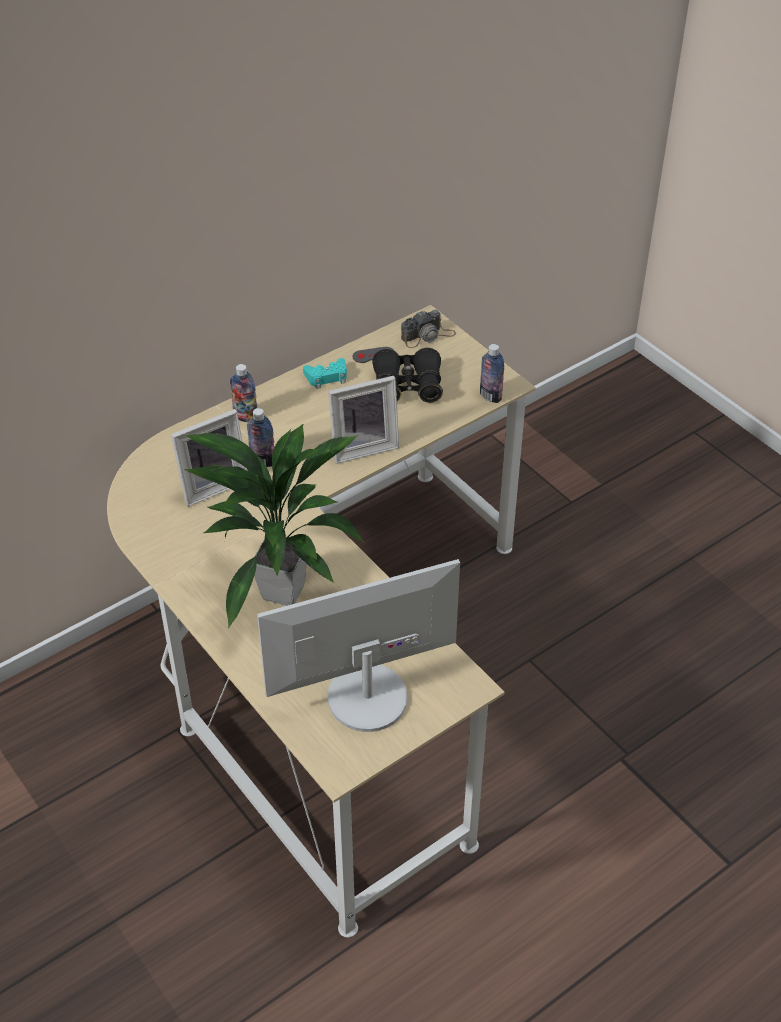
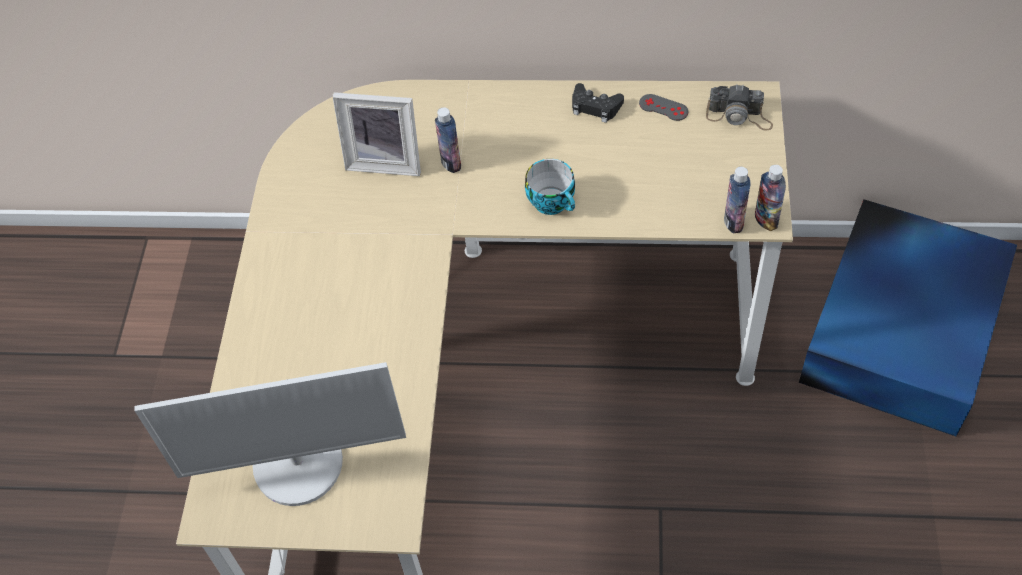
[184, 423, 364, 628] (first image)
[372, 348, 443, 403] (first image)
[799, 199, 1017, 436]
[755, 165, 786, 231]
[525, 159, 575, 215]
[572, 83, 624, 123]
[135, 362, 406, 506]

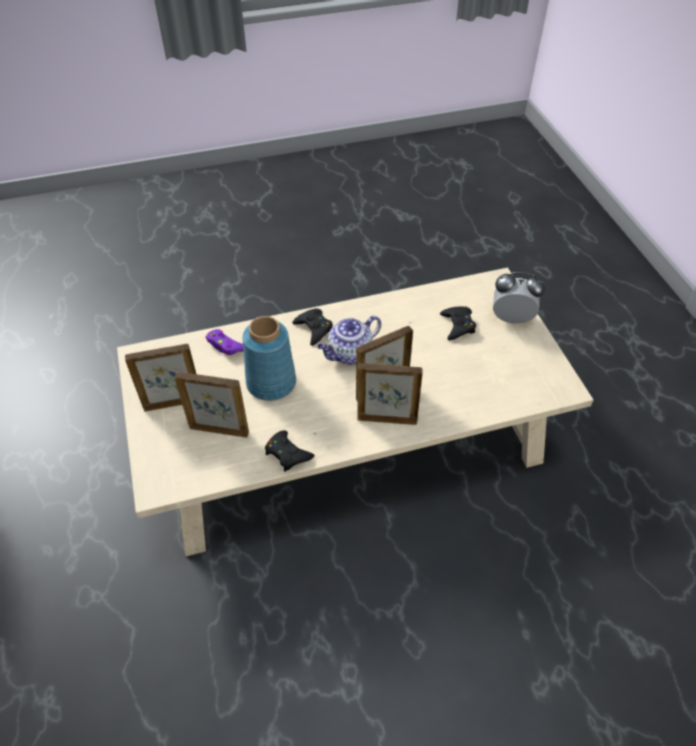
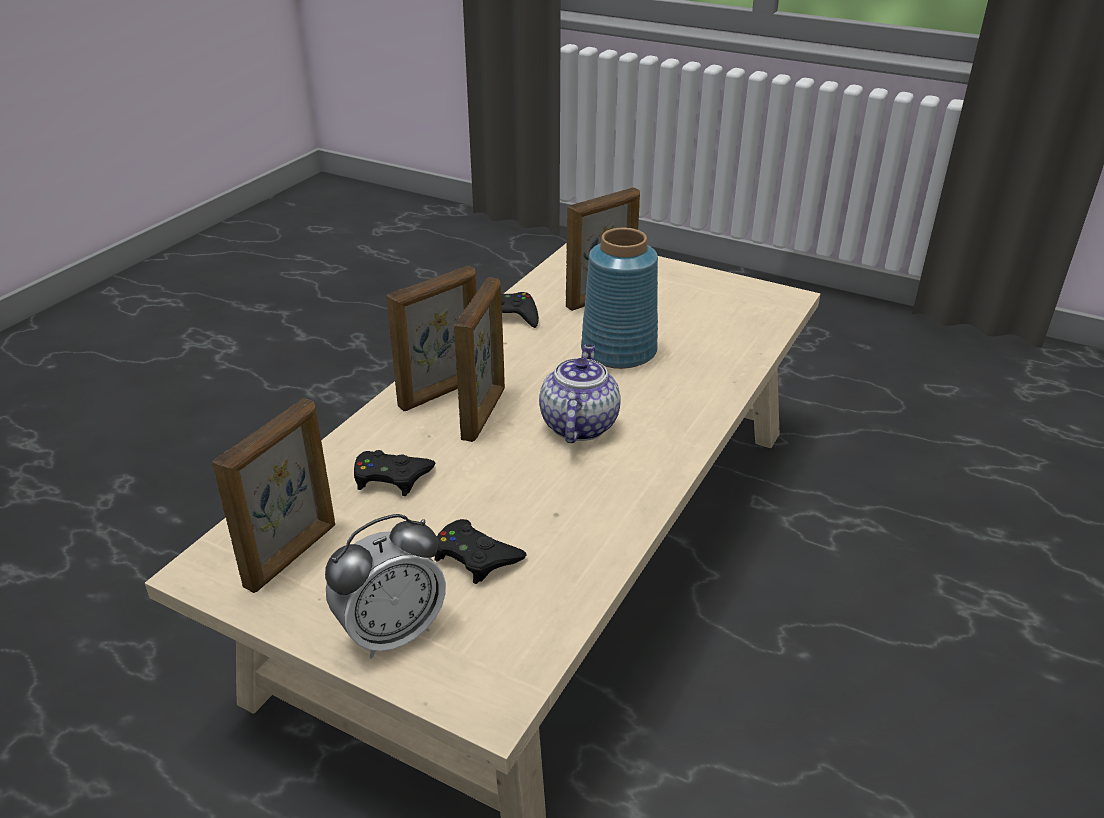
[206, 329, 244, 355] (first image)
[213, 398, 335, 593]
[354, 450, 435, 496]

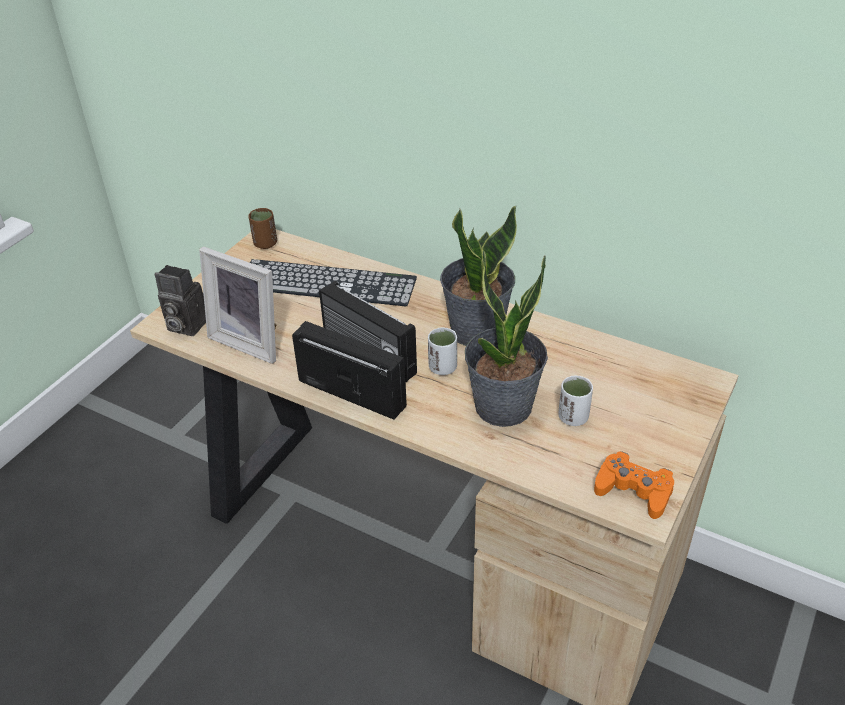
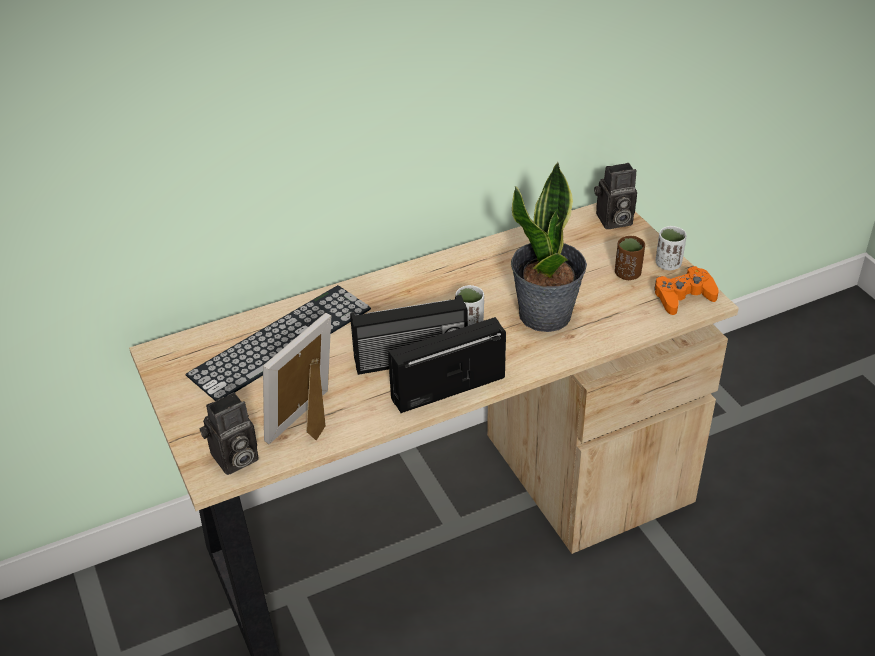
[440, 206, 517, 346] (first image)
[594, 163, 637, 229]
[615, 236, 645, 280]
[655, 226, 687, 270]
[263, 313, 331, 444]

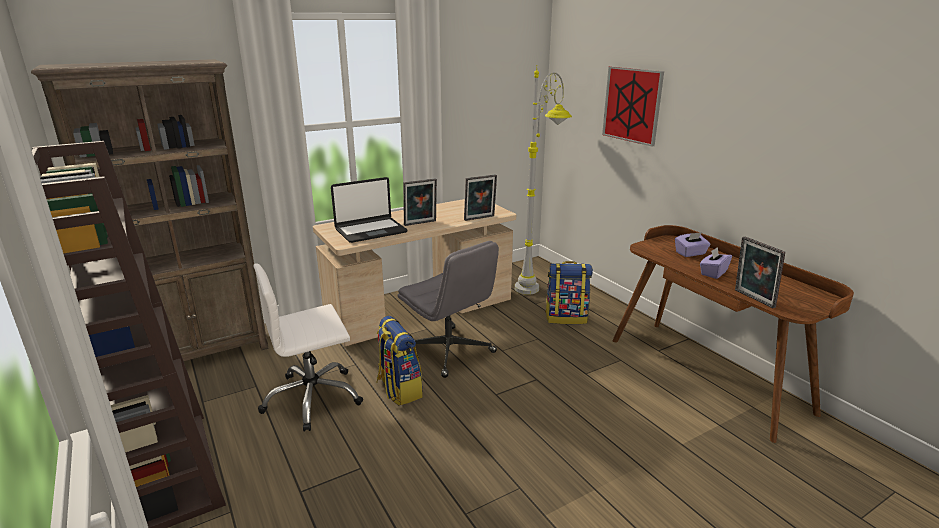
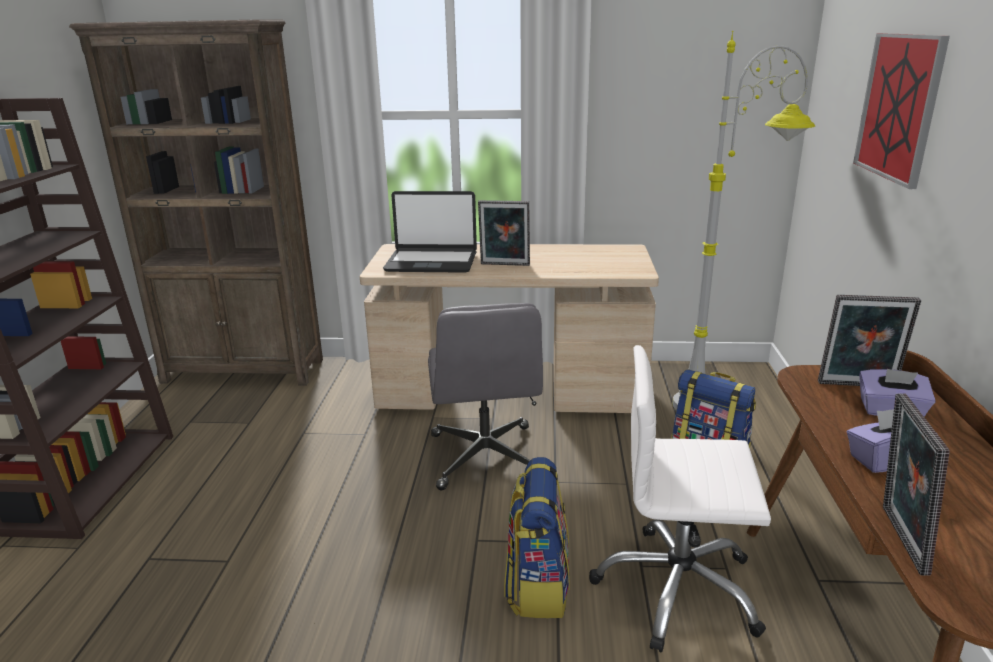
[589, 345, 771, 653]
[504, 457, 570, 618]
[818, 295, 921, 386]

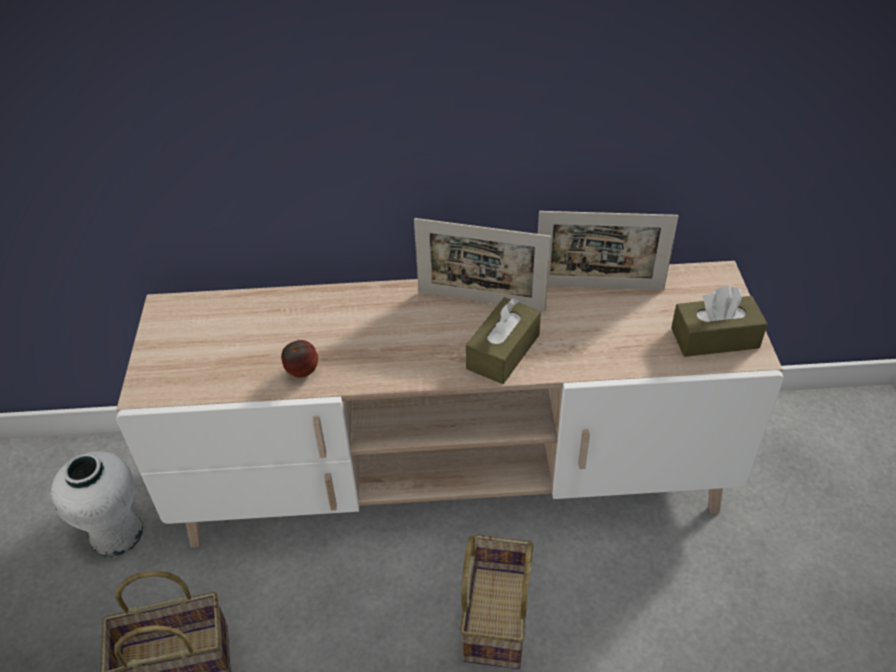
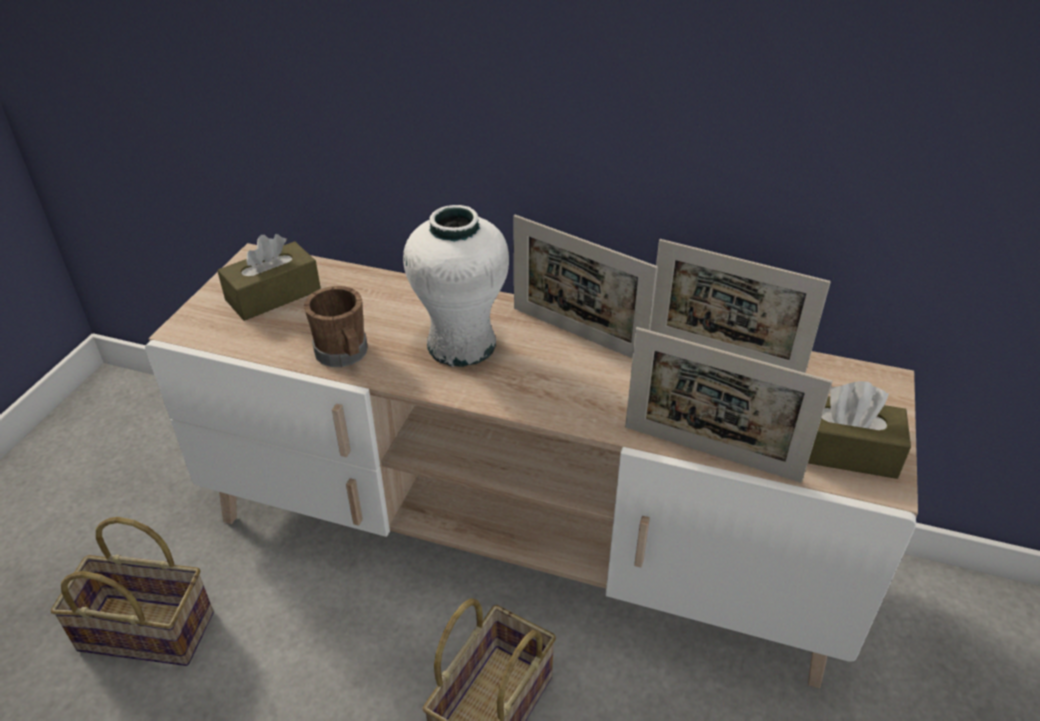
[625, 327, 833, 483]
[403, 205, 509, 367]
[217, 234, 321, 321]
[304, 286, 368, 367]

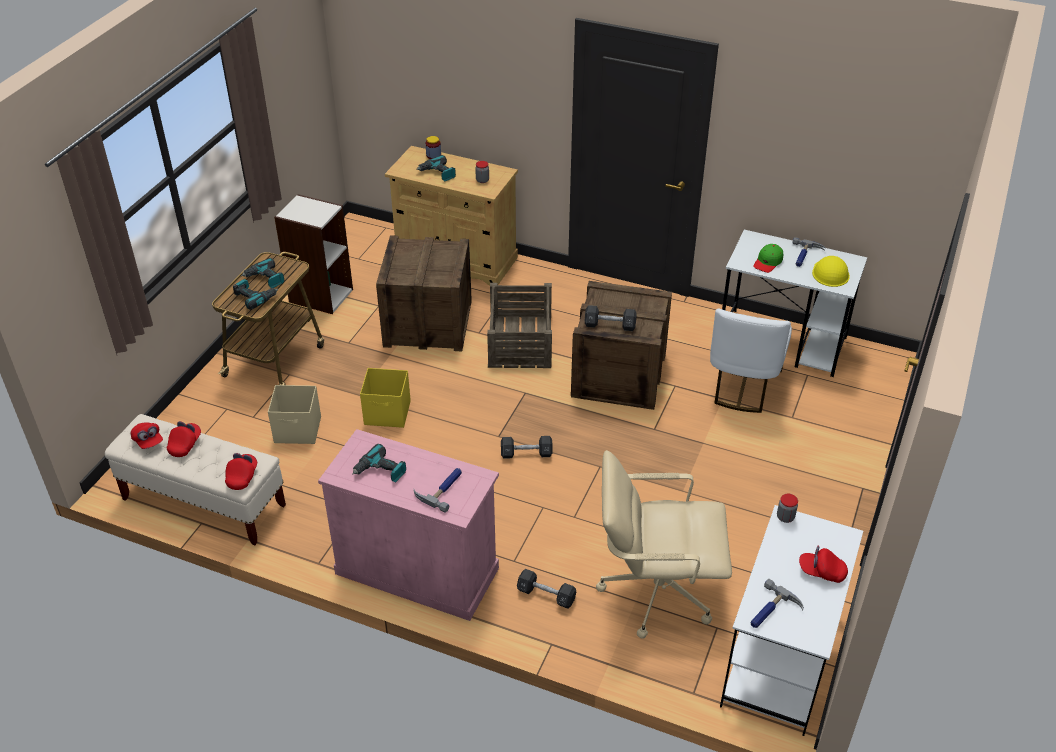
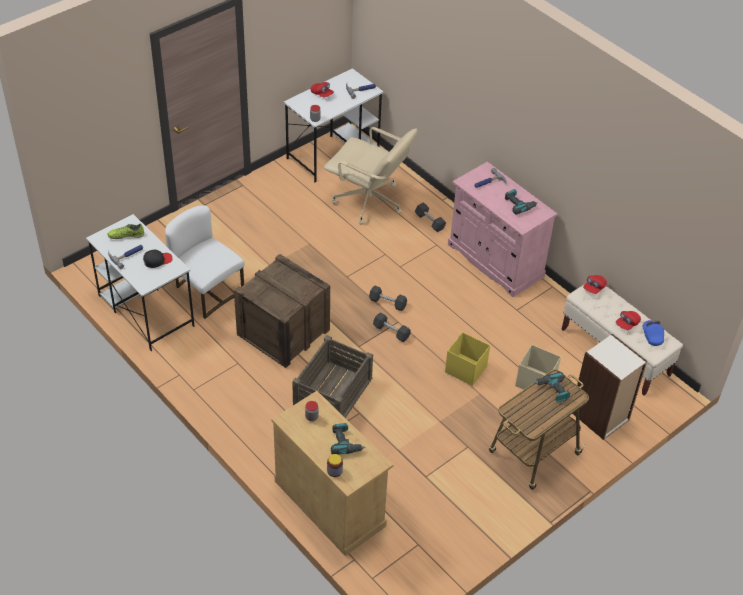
[241, 258, 284, 288] (first image)
[376, 235, 472, 351] (first image)
[573, 334, 647, 440]
[373, 312, 411, 342]
[107, 224, 144, 239]
[643, 320, 664, 346]
[143, 250, 172, 268]
[165, 205, 244, 319]

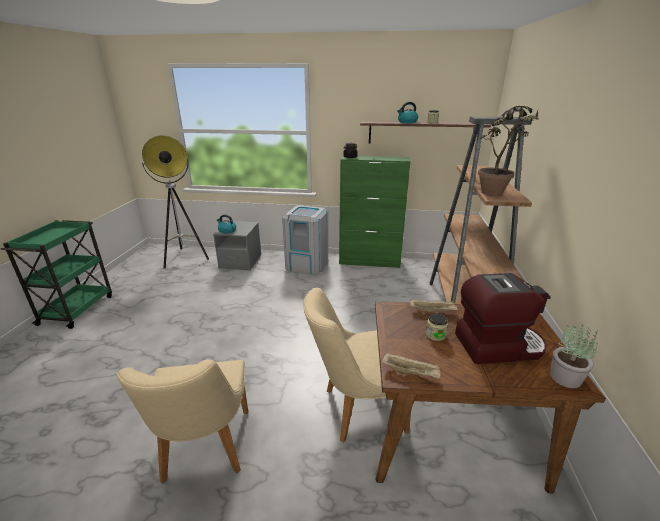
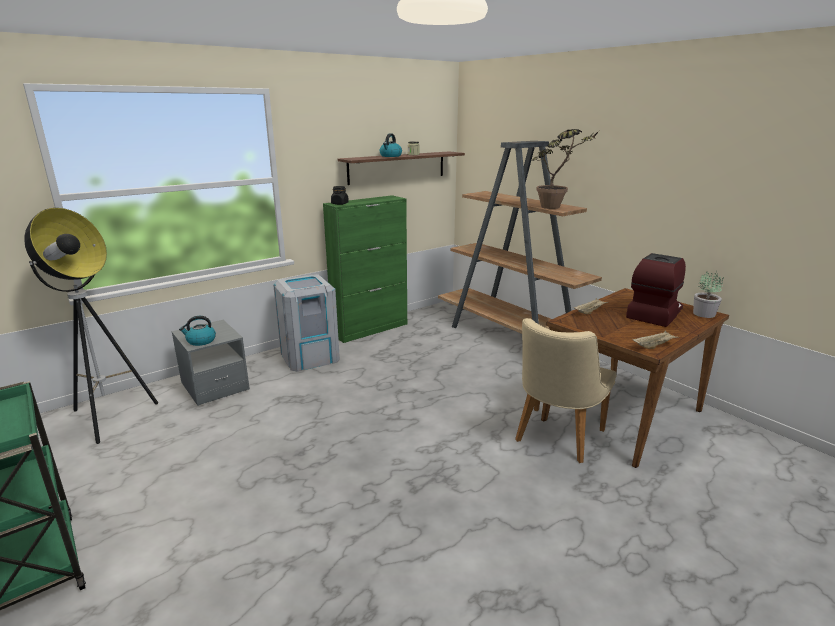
[117, 359, 248, 484] (first image)
[426, 313, 448, 341] (first image)

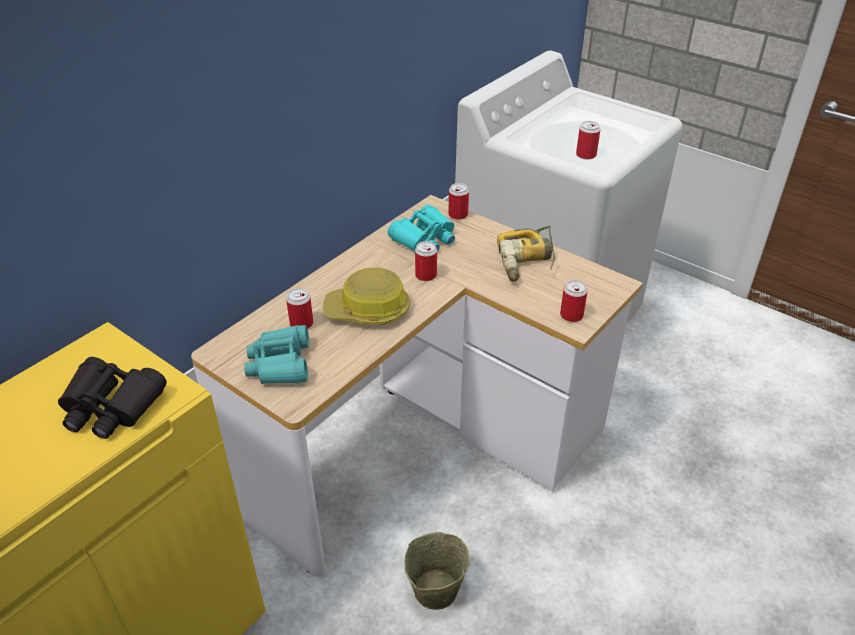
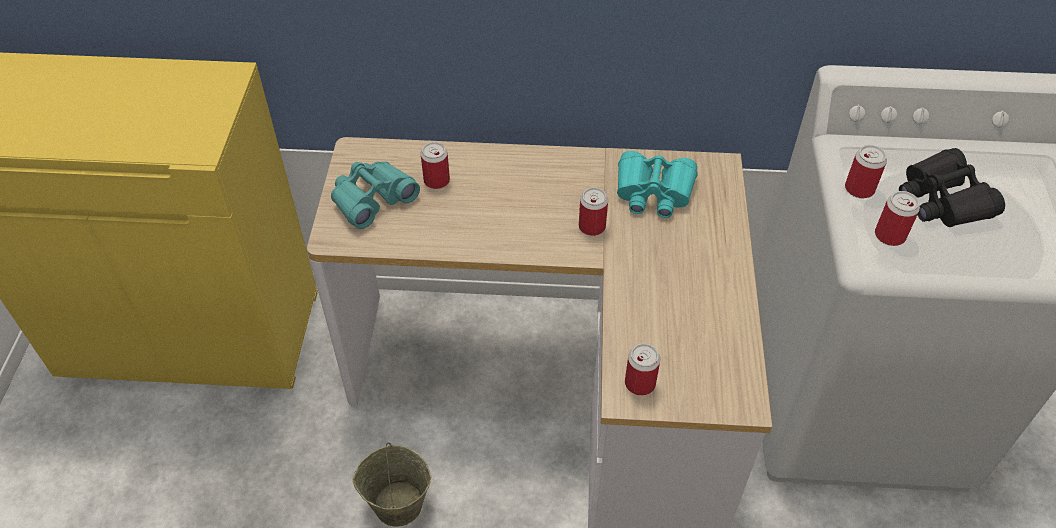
[323, 268, 410, 325] (first image)
[497, 225, 555, 281] (first image)
[899, 148, 1005, 227]
[845, 145, 887, 198]

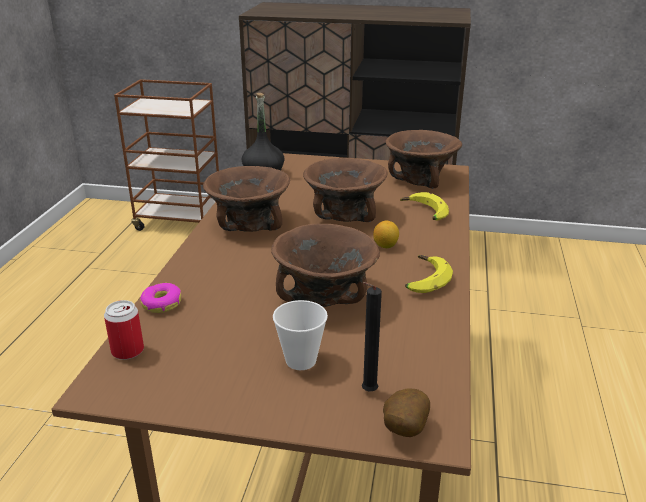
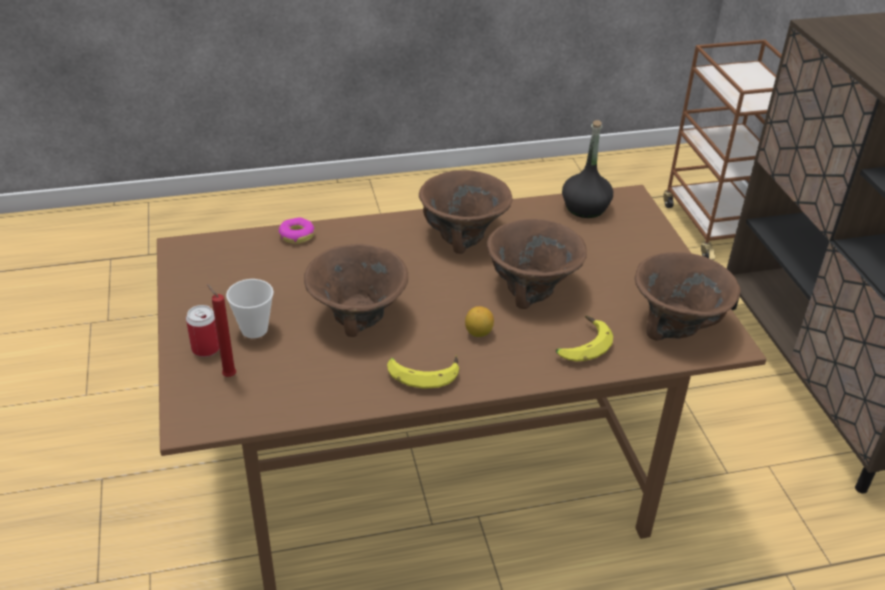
[383, 388, 430, 437] (first image)
[186, 305, 220, 357]
[207, 284, 236, 377]

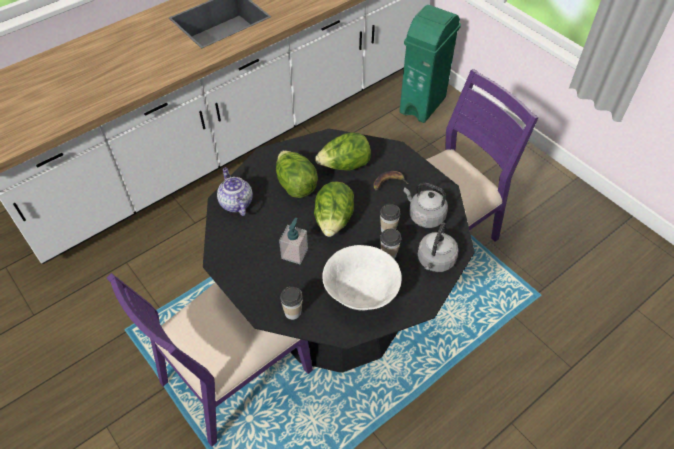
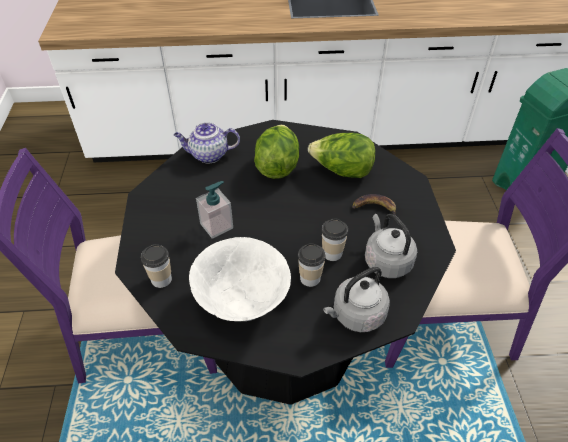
[314, 182, 354, 237] (first image)
[174, 122, 240, 163]

